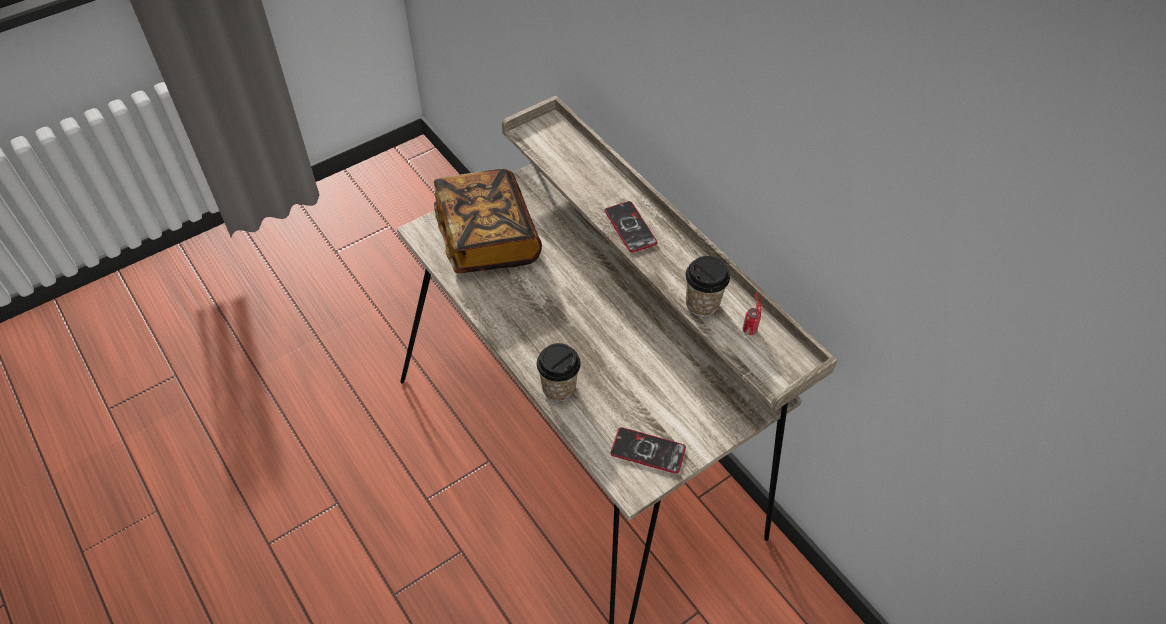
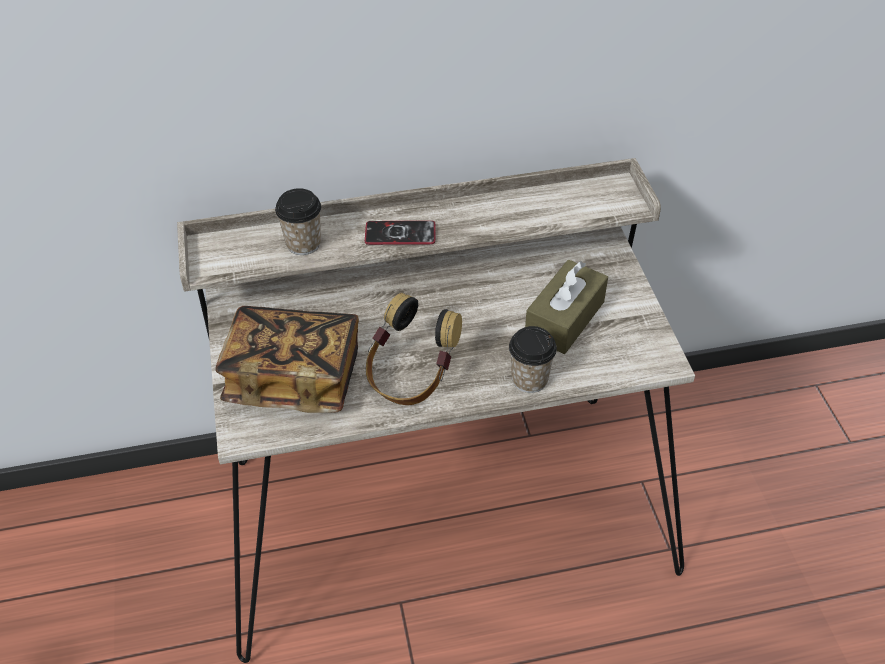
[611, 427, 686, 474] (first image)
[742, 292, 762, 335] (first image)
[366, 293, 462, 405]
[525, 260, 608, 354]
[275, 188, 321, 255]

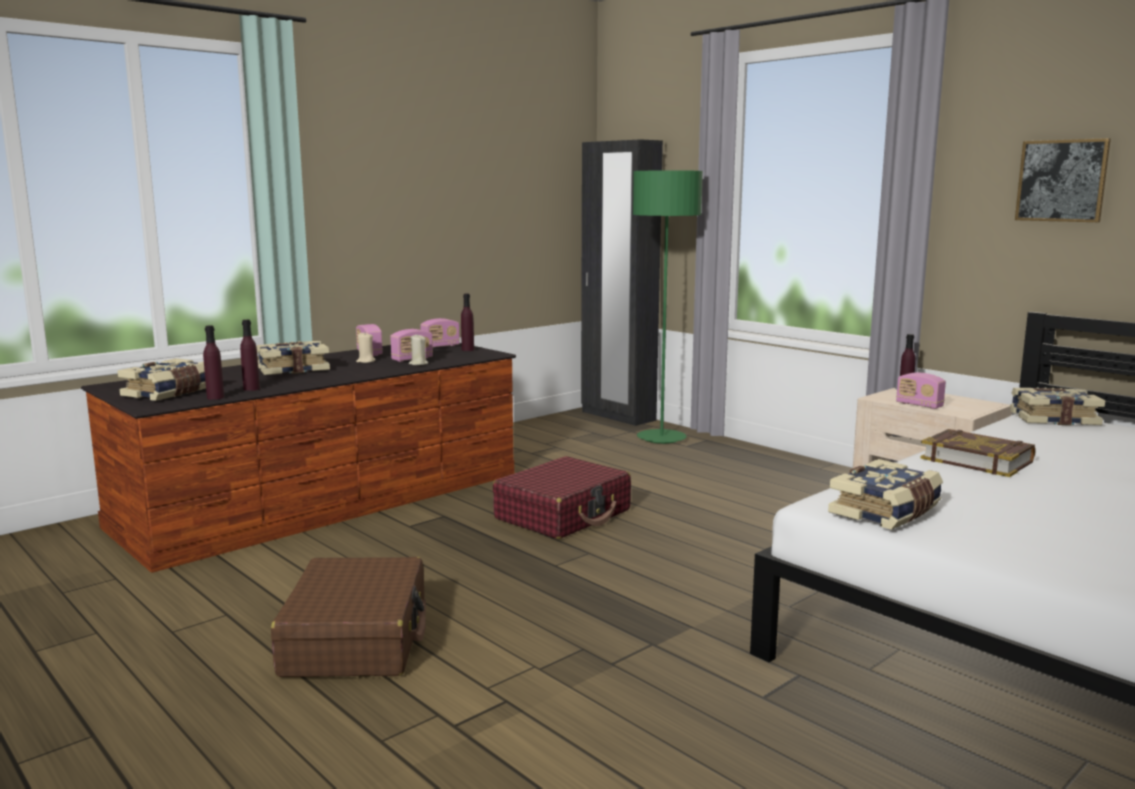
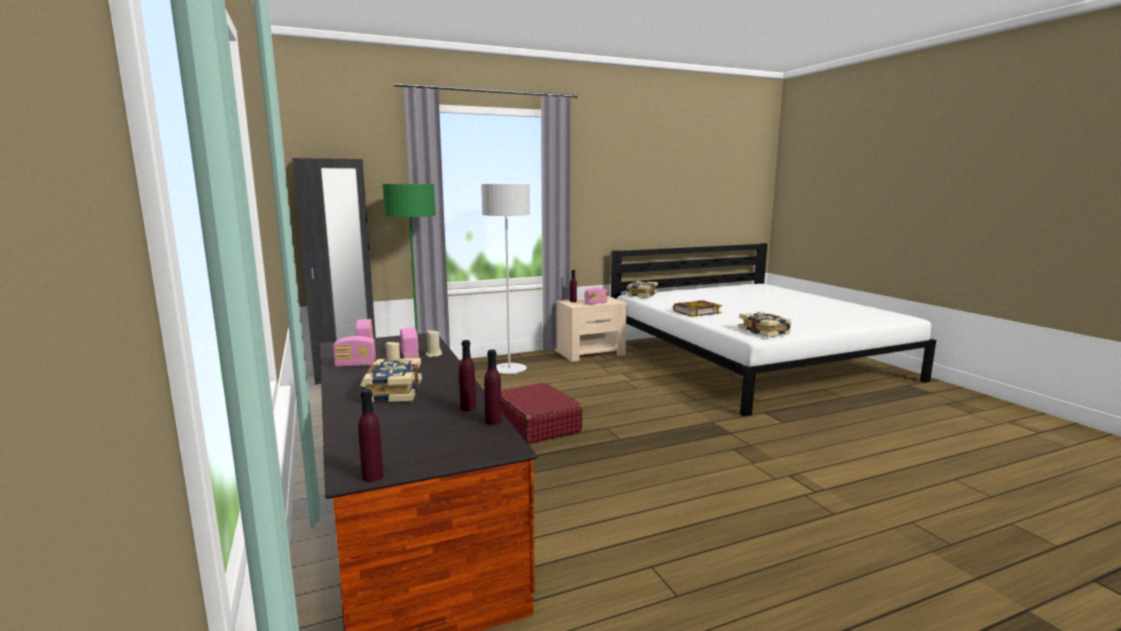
[117, 358, 206, 401] (first image)
[271, 557, 426, 677] (first image)
[1015, 138, 1111, 222] (first image)
[481, 184, 530, 374]
[358, 389, 384, 482]

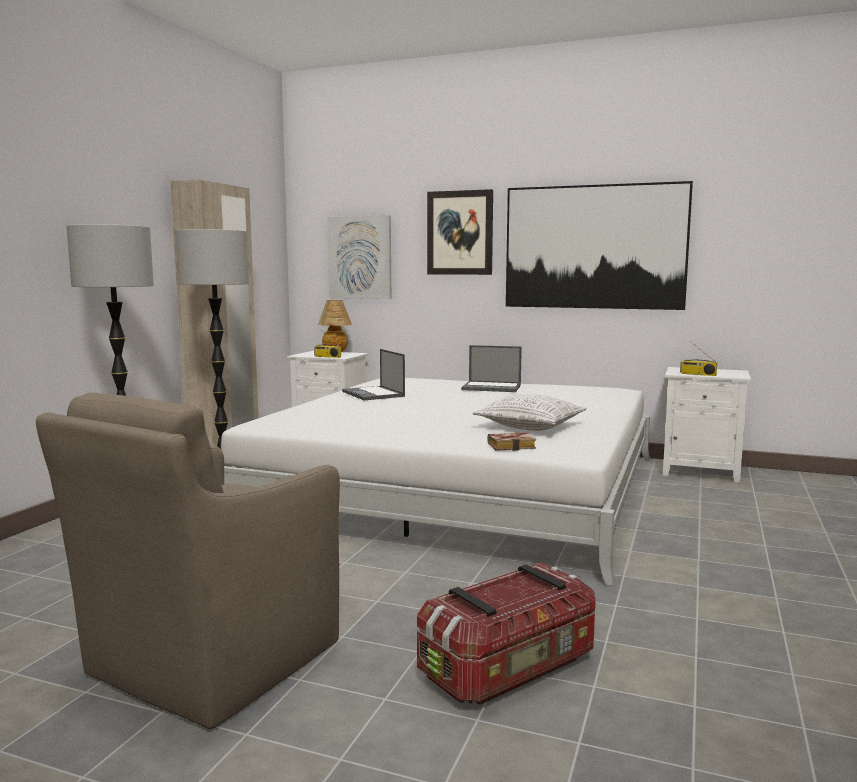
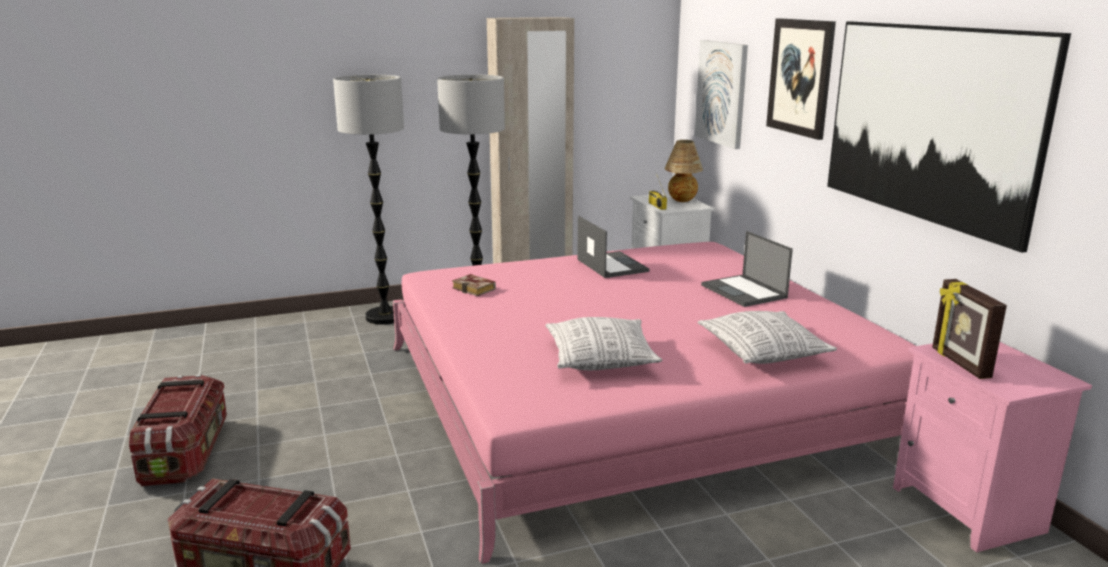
[697, 311, 837, 364]
[452, 274, 496, 296]
[129, 374, 227, 486]
[932, 279, 1007, 379]
[393, 242, 915, 564]
[893, 342, 1092, 552]
[577, 216, 649, 278]

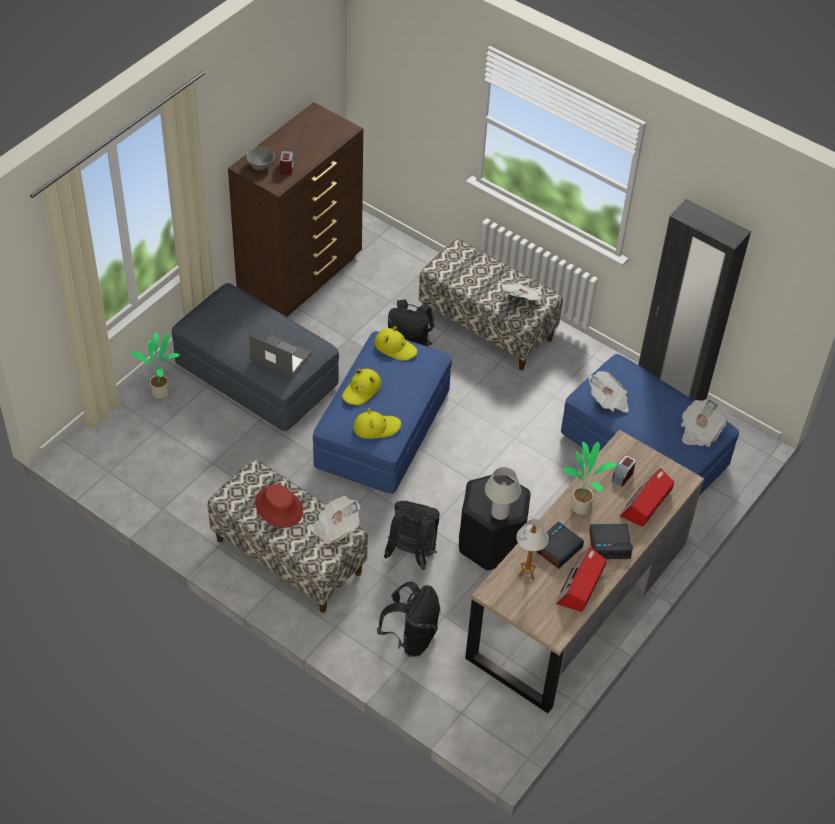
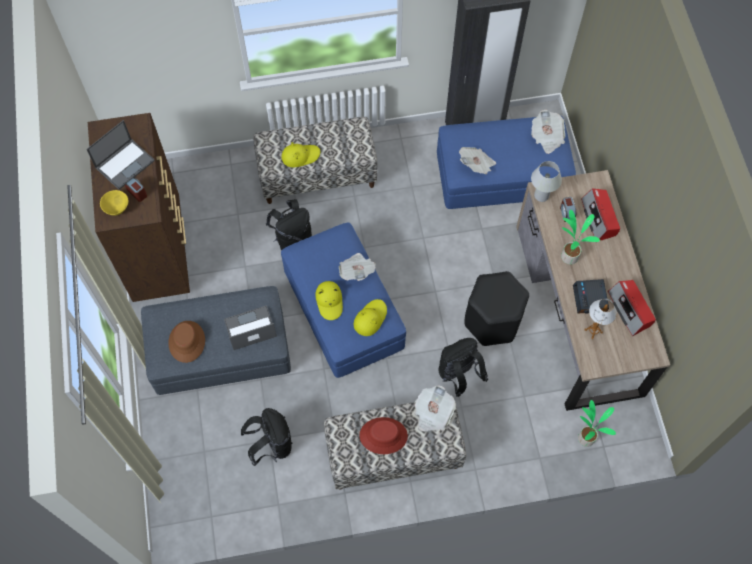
[589, 524, 633, 559] (first image)
[86, 120, 155, 190]
[168, 321, 205, 363]
[578, 400, 616, 447]
[281, 142, 320, 167]
[241, 408, 292, 466]
[531, 161, 562, 202]
[339, 253, 376, 281]
[100, 190, 128, 216]

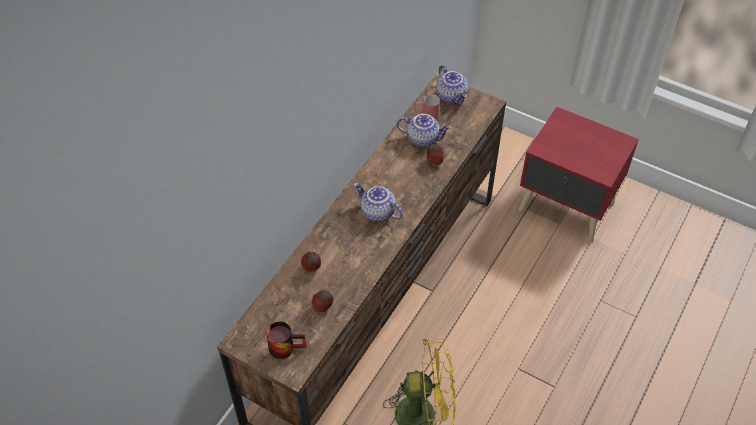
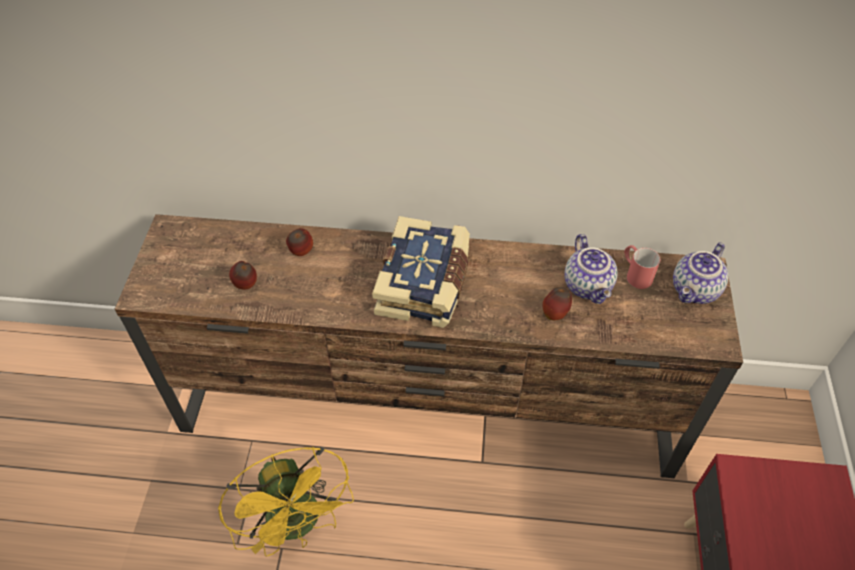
[266, 321, 306, 359] (first image)
[372, 216, 470, 328]

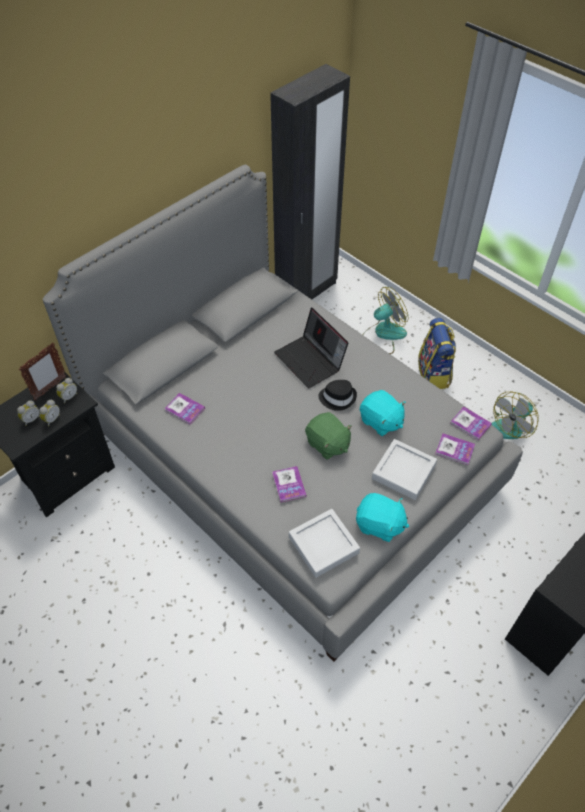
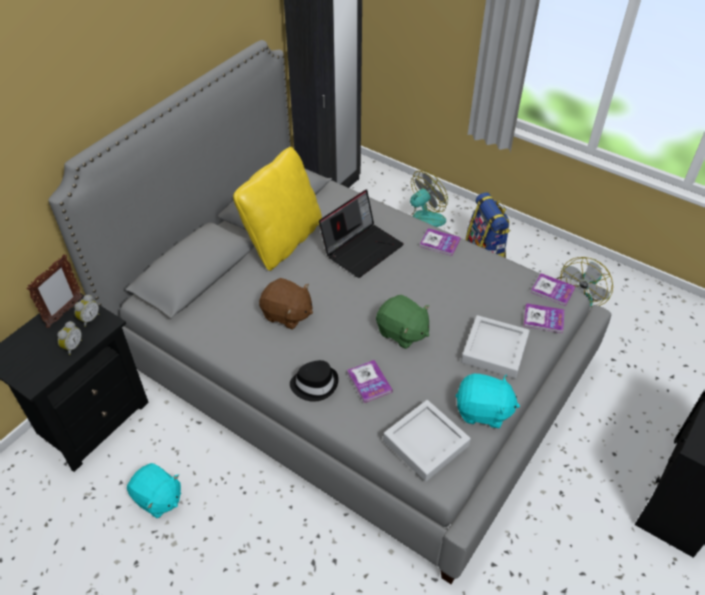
[17, 400, 40, 426] (first image)
[233, 147, 322, 271]
[259, 278, 313, 330]
[419, 228, 460, 256]
[290, 360, 339, 402]
[127, 463, 181, 519]
[319, 189, 404, 278]

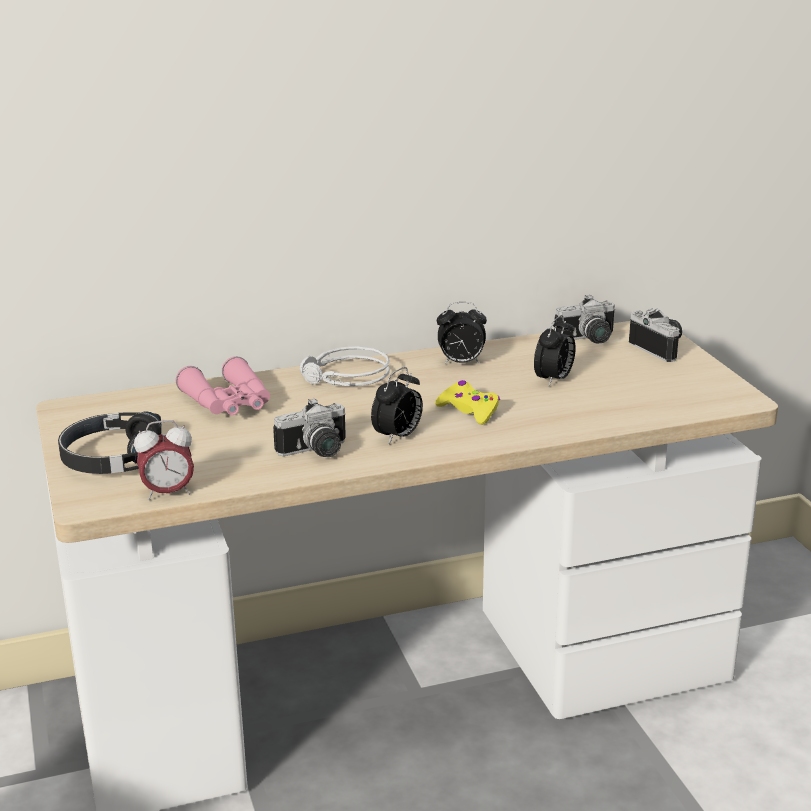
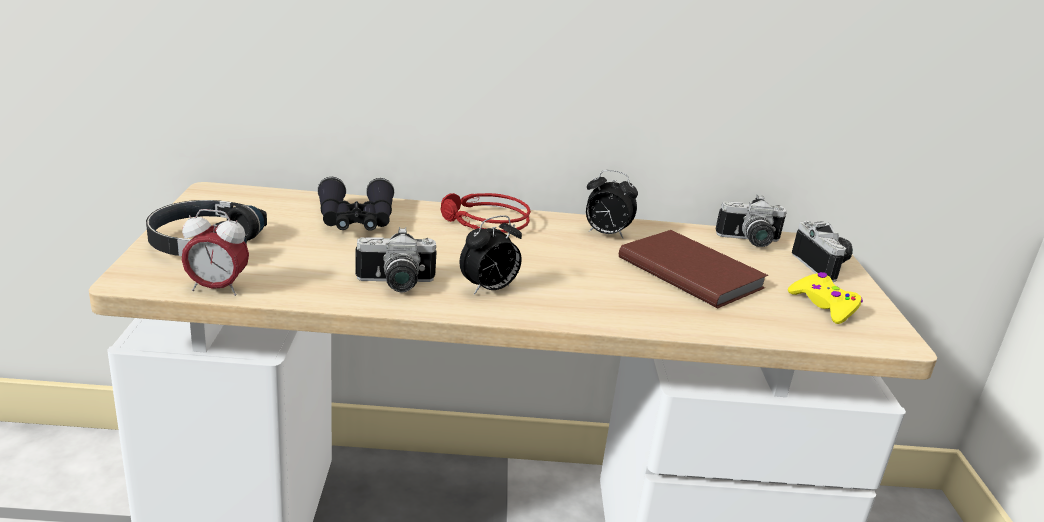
[788, 272, 863, 324]
[619, 230, 768, 308]
[317, 177, 394, 231]
[441, 193, 531, 233]

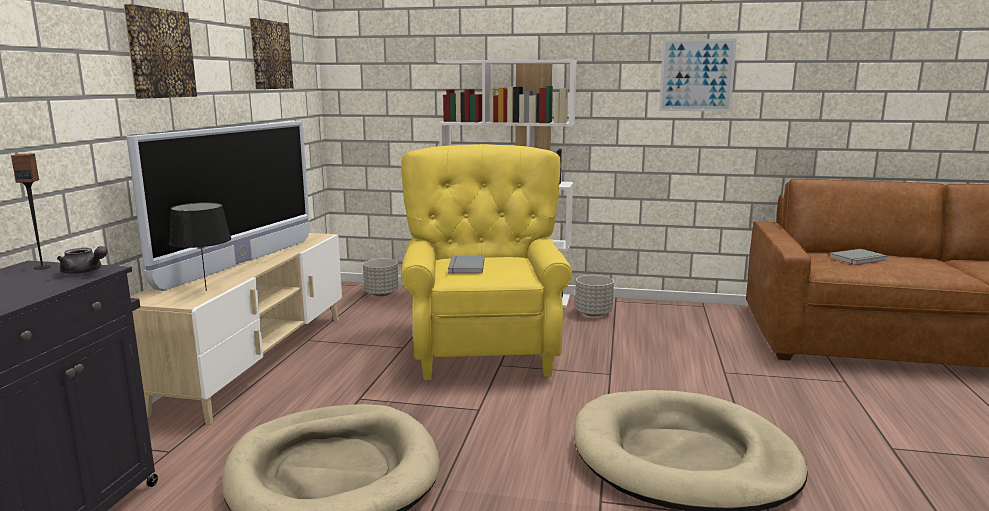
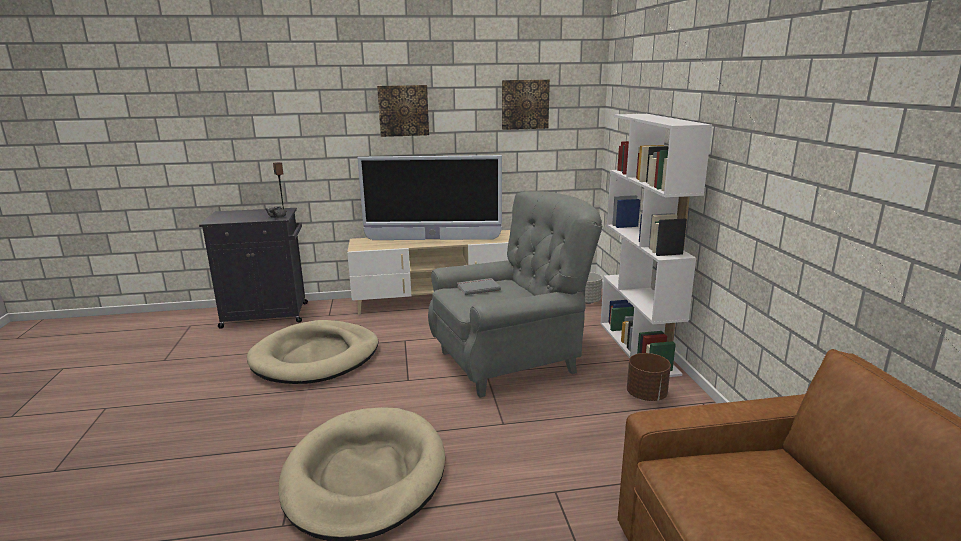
[169, 202, 231, 291] (first image)
[659, 38, 737, 111] (first image)
[829, 249, 888, 265] (first image)
[428, 191, 603, 398]
[627, 353, 671, 401]

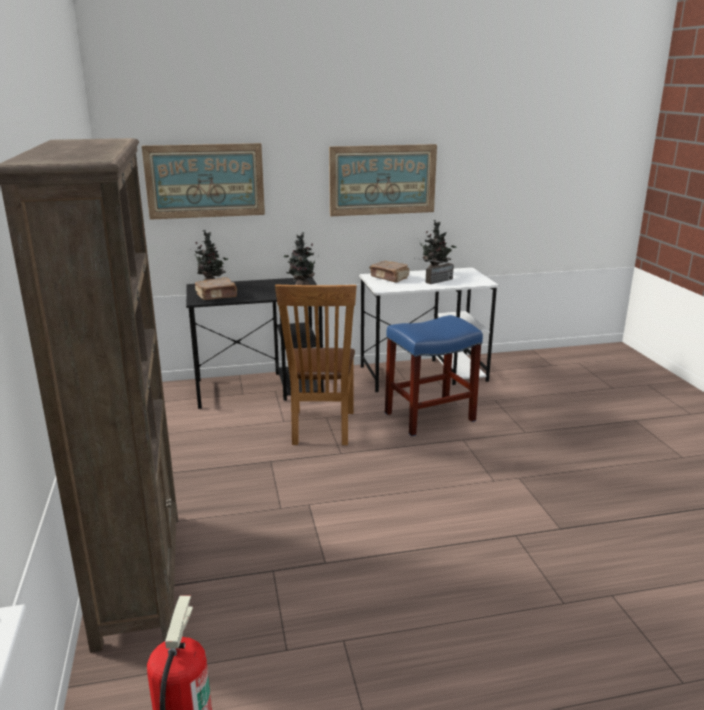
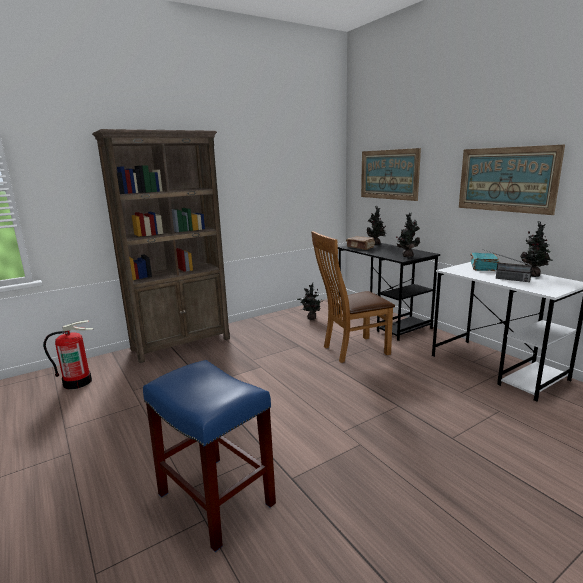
[297, 283, 325, 320]
[143, 360, 276, 552]
[470, 253, 499, 271]

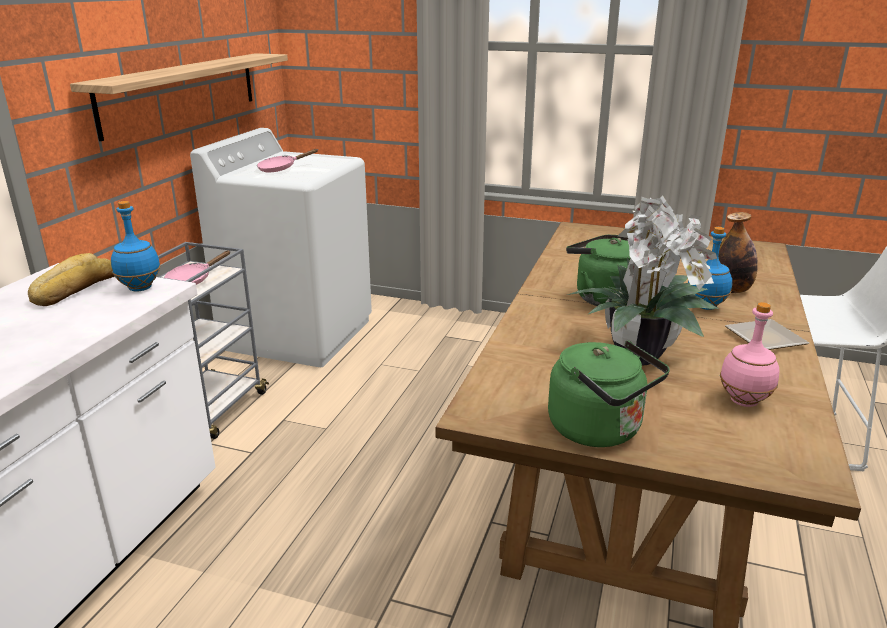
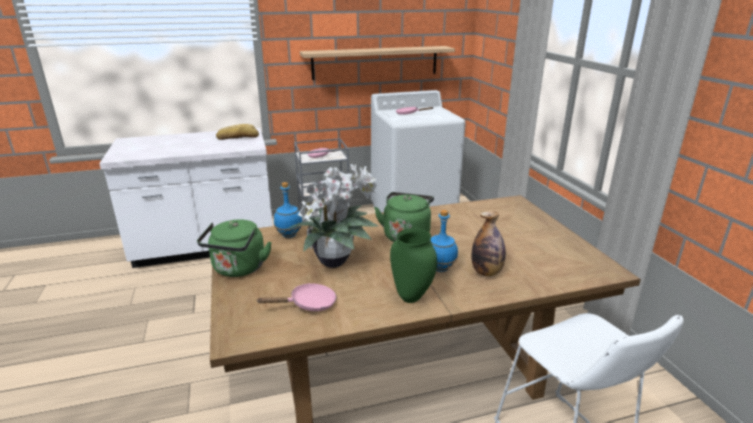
[274, 182, 303, 238]
[256, 283, 336, 311]
[390, 228, 437, 303]

